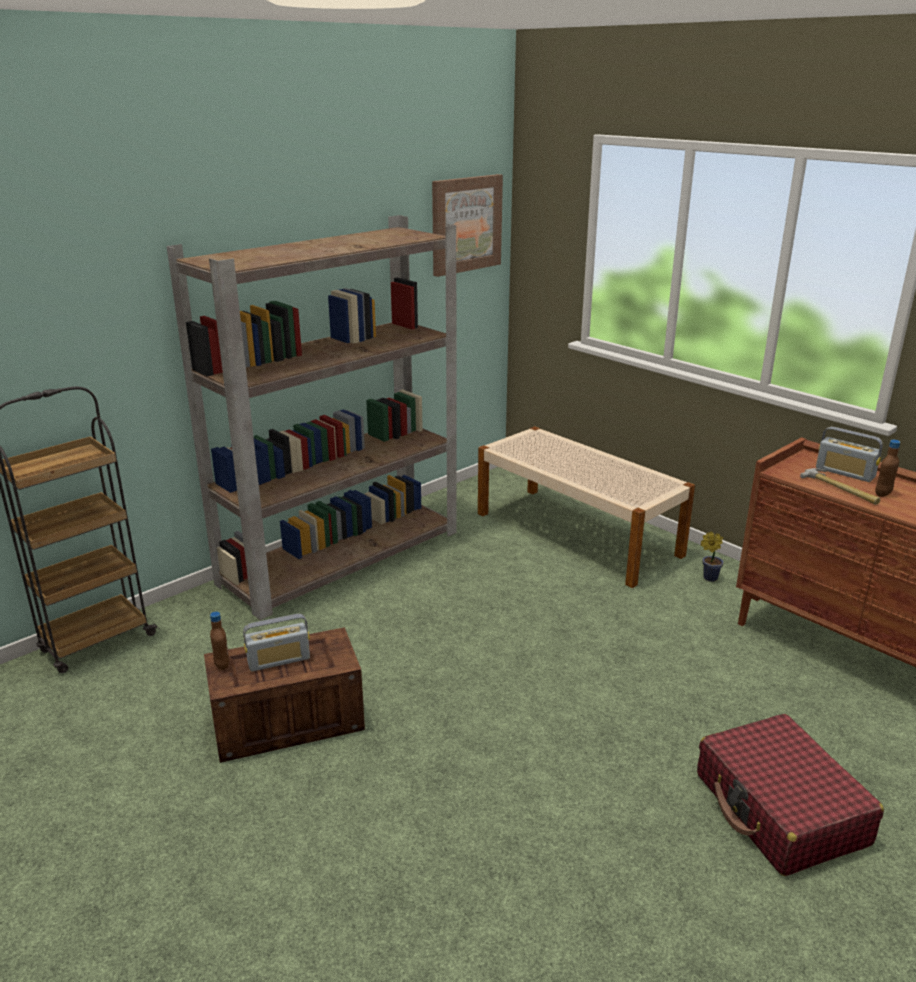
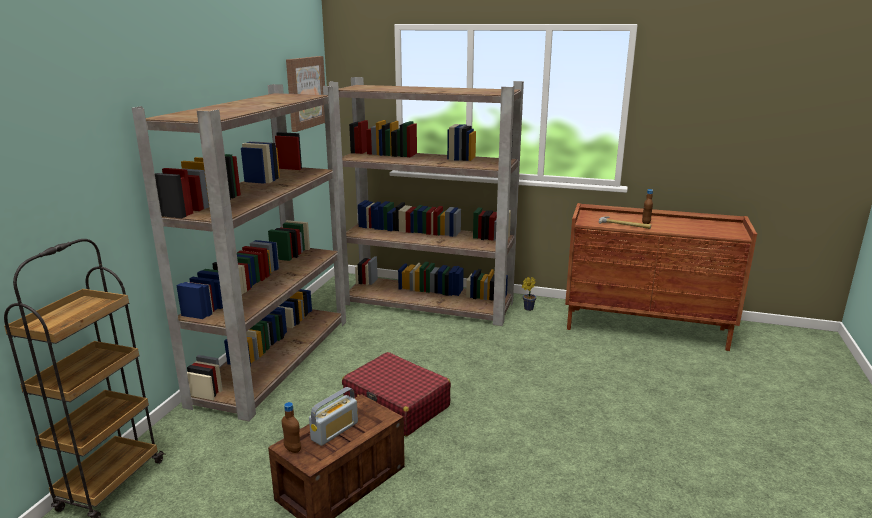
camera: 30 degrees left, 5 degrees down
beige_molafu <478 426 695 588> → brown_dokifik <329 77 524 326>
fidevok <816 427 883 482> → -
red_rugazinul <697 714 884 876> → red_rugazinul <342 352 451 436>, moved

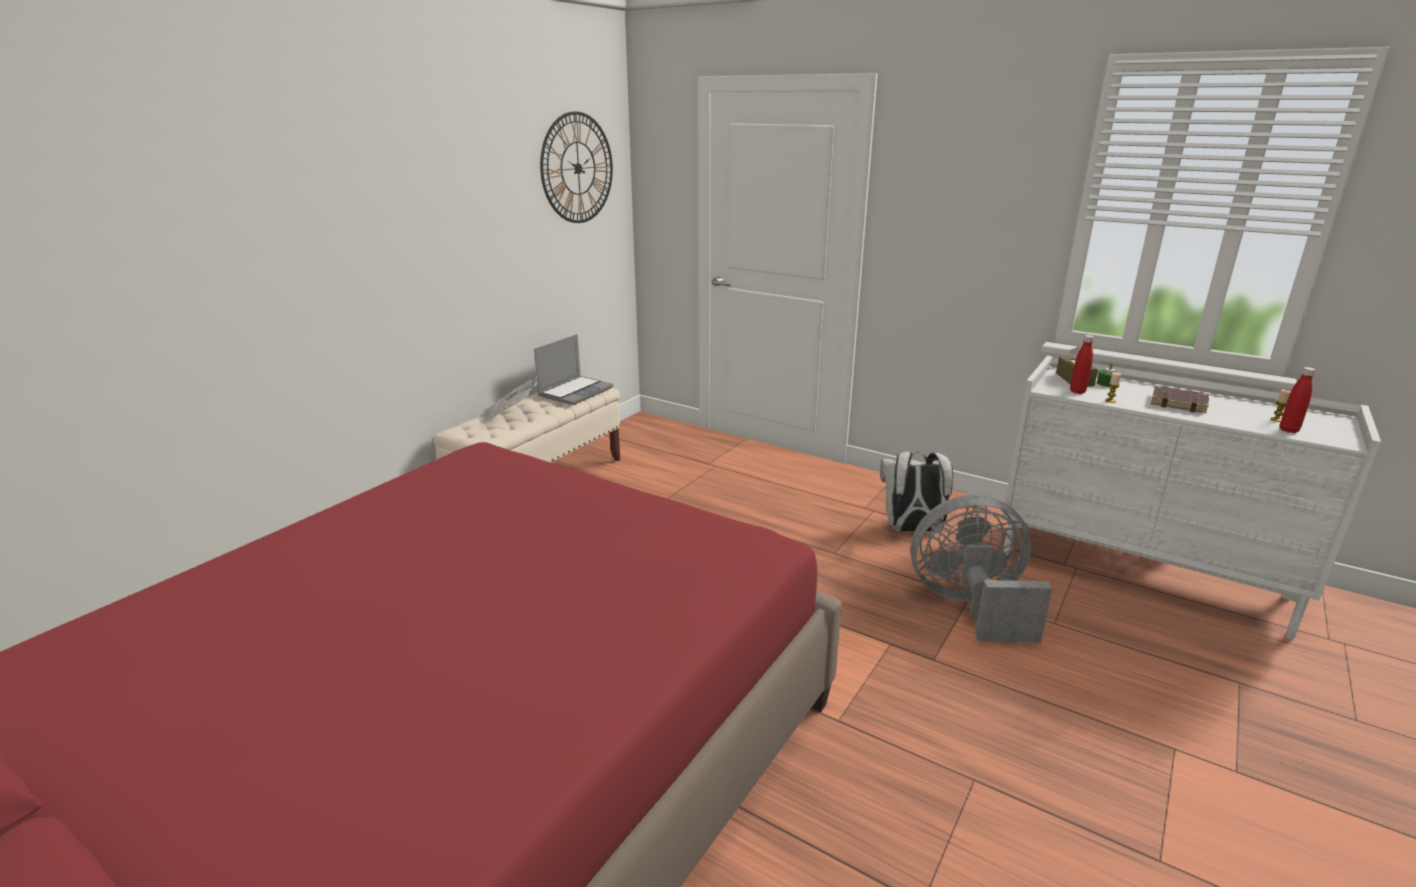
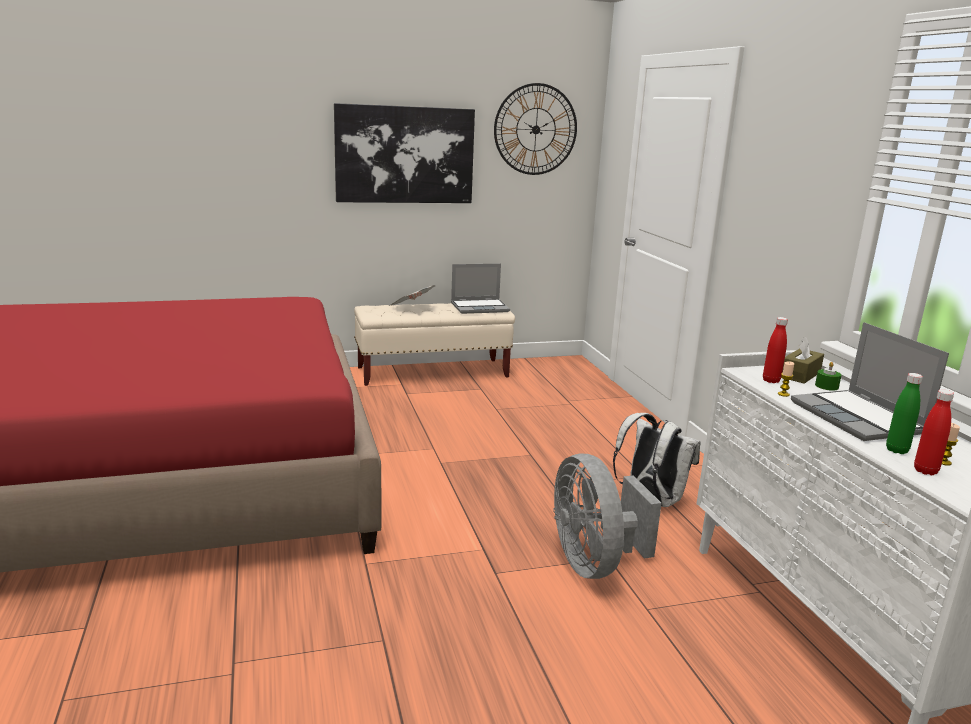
camera: 40 degrees right, 5 degrees down
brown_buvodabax <1151 386 1209 413> → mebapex <791 322 949 441>
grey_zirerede <911 495 1053 643> → grey_zirerede <553 454 662 579>, 150 degrees counterclockwise
- → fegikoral <334 103 475 203>
- → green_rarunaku <886 373 923 454>

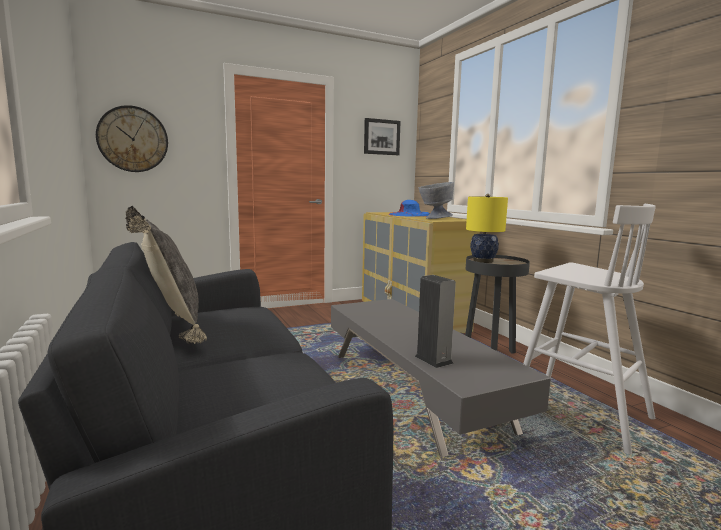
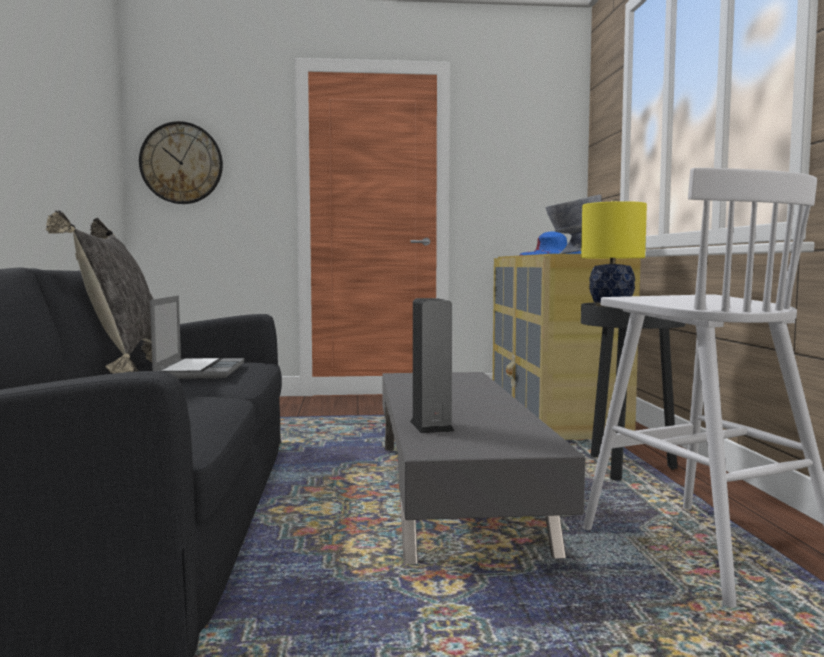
camera: 20 degrees right, 5 degrees down
fegikoral <364 118 401 155> → -
- → mebapex <150 295 244 379>

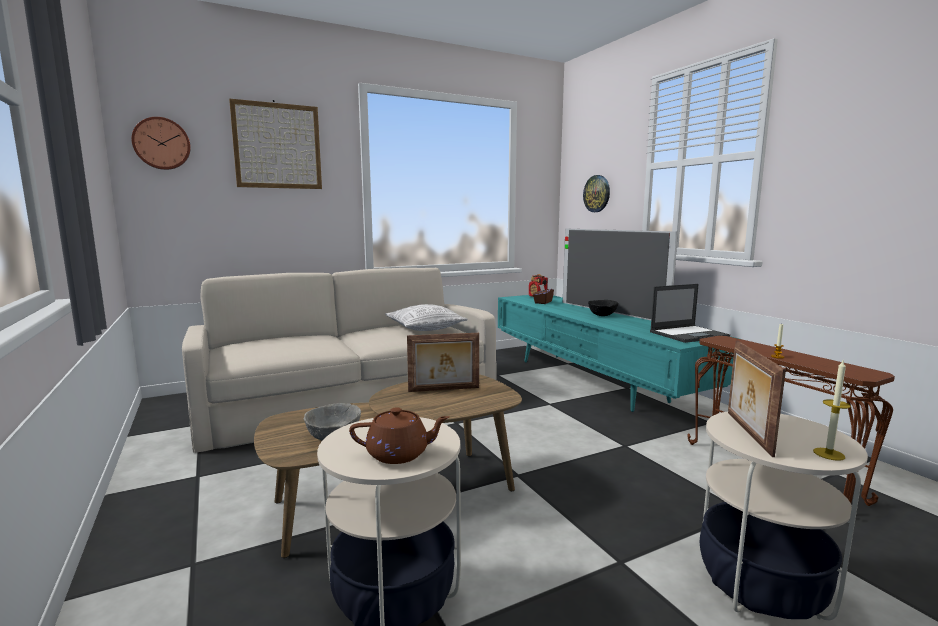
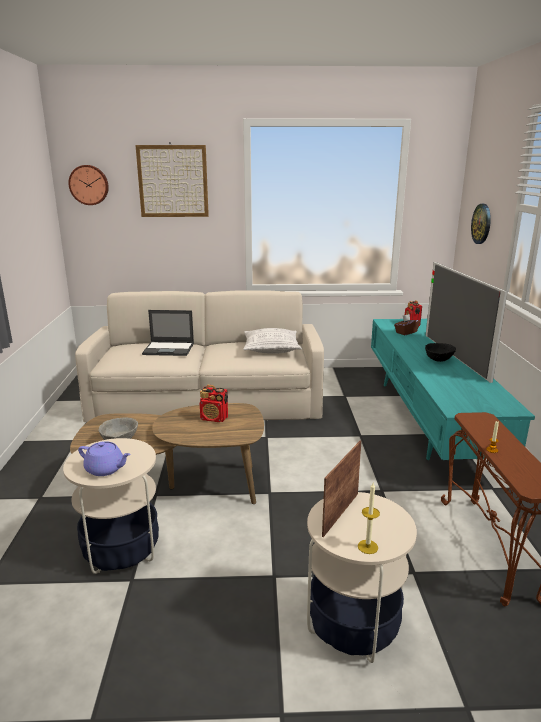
camera: 25 degrees right, 10 degrees up
mebapex <650 284 730 343> → mebapex <142 310 194 356>, moved
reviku <407 333 479 392> → fidevok <200 385 228 422>
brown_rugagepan <349 407 449 464> → purple_rugagepan <78 442 131 476>

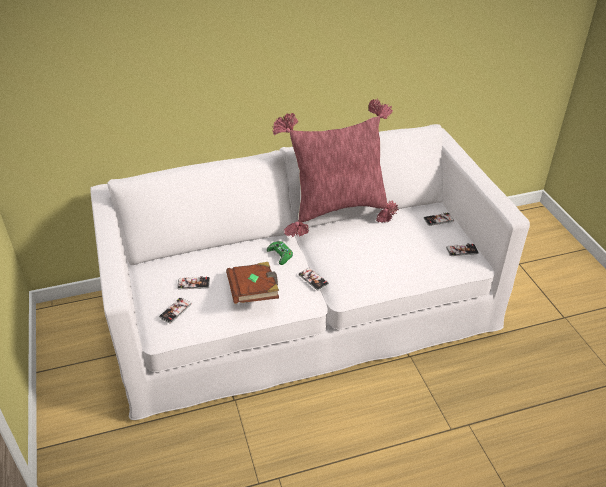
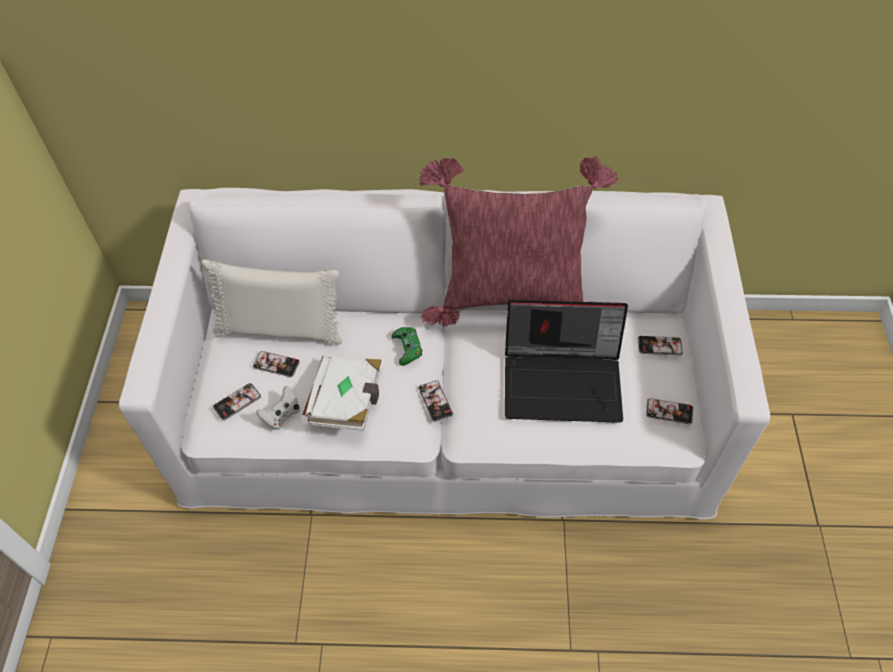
camera: 20 degrees right, 15 degrees up
brown_buvodabax <226 262 279 304> → white_buvodabax <300 355 382 431>
- → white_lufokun <201 260 342 345>
- → mebapex <505 300 628 423>
- → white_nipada <256 386 300 430>

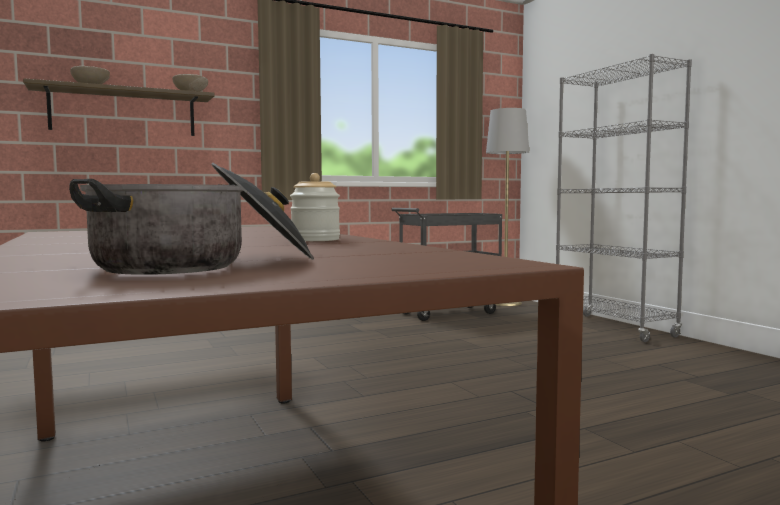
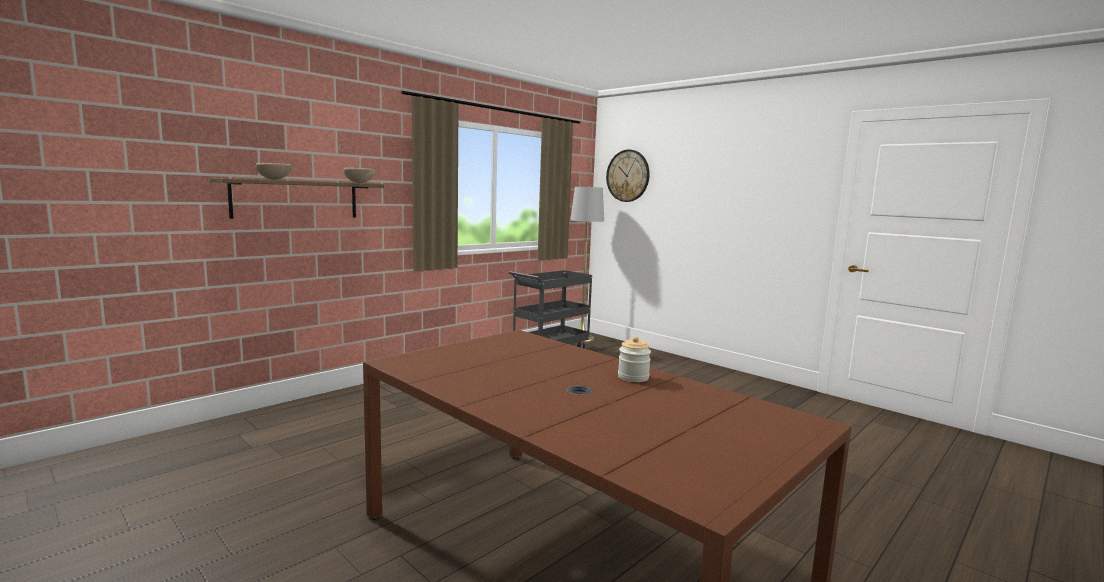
camera: 20 degrees left, 5 degrees up
grey_dokifik <556 54 692 342> → -
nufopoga <69 163 314 275> → -
- → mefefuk <606 150 650 202>

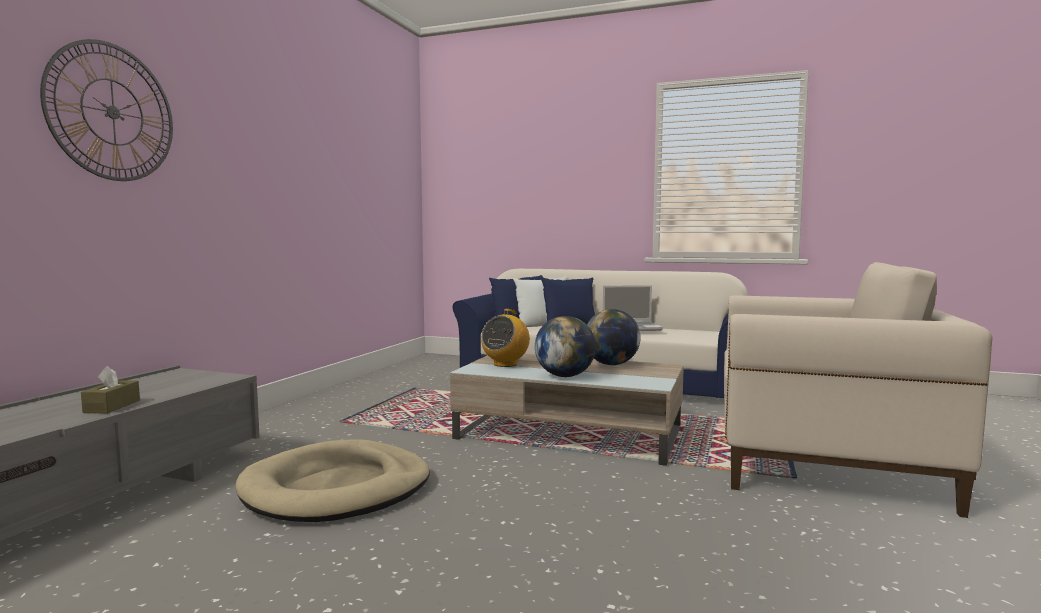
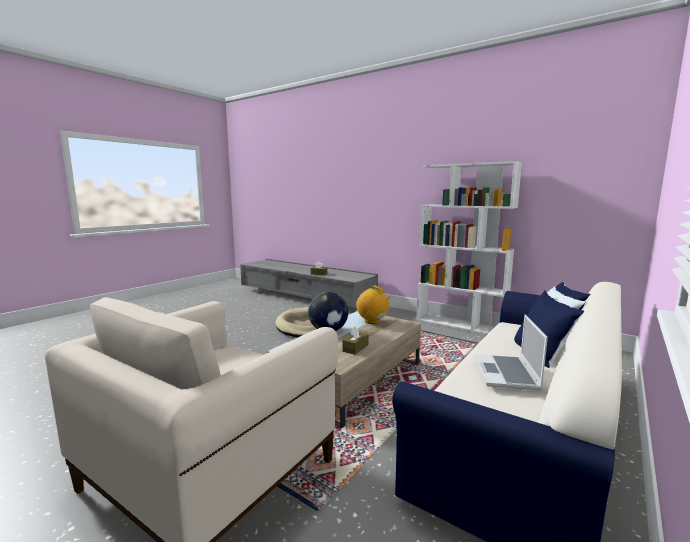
camera: 105 degrees right, 5 degrees up
mefefuk <40 39 173 181> → -
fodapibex <587 309 641 365> → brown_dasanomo <342 326 368 355>
- → white_dokifik <416 161 522 335>

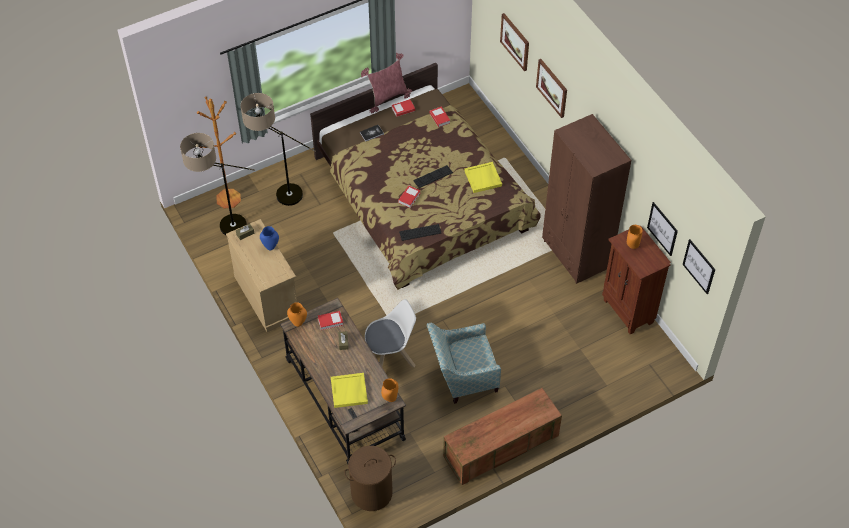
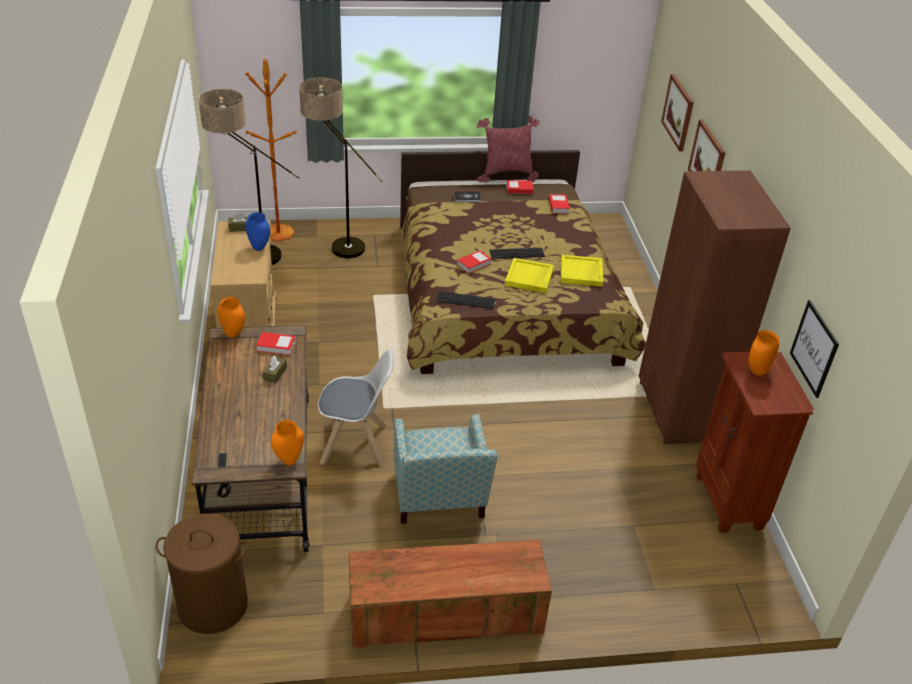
camera: 20 degrees right, 15 degrees down
fegikoral <682 239 715 294> → -
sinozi <426 323 501 404> → sinozi <394 414 497 524>, 105 degrees counterclockwise
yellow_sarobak <331 373 368 408> → yellow_sarobak <505 258 554 293>, moved

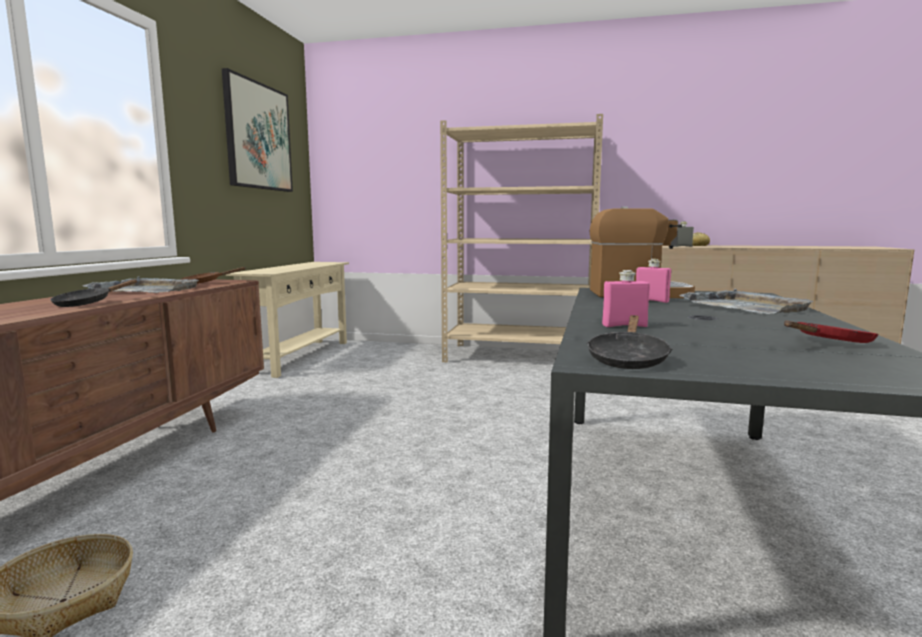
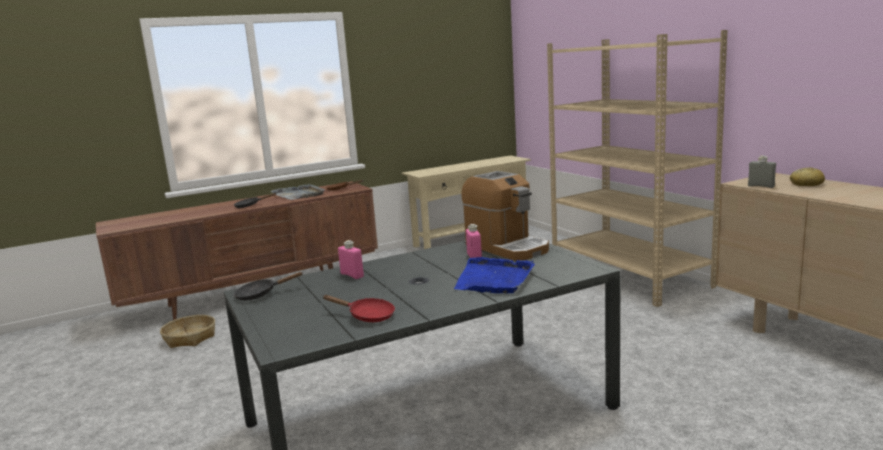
camera: 50 degrees right, 5 degrees up
fegikoral <222 68 293 192> → -
grey_sarobak <679 289 814 314> → blue_sarobak <454 257 535 293>

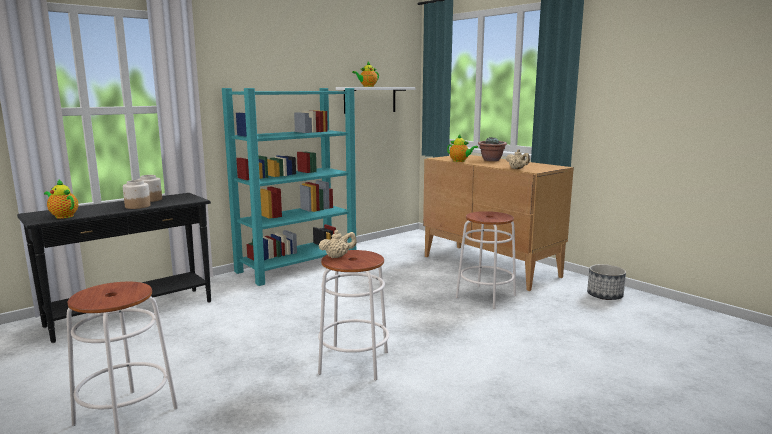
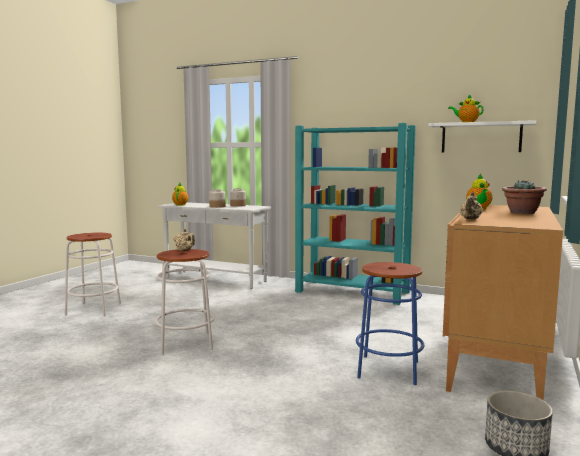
camera: 65 degrees right, 5 degrees down
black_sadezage <17 193 211 343> → white_sadezage <158 202 271 289>
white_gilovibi <456 211 516 309> → blue_gilovibi <356 262 424 385>

